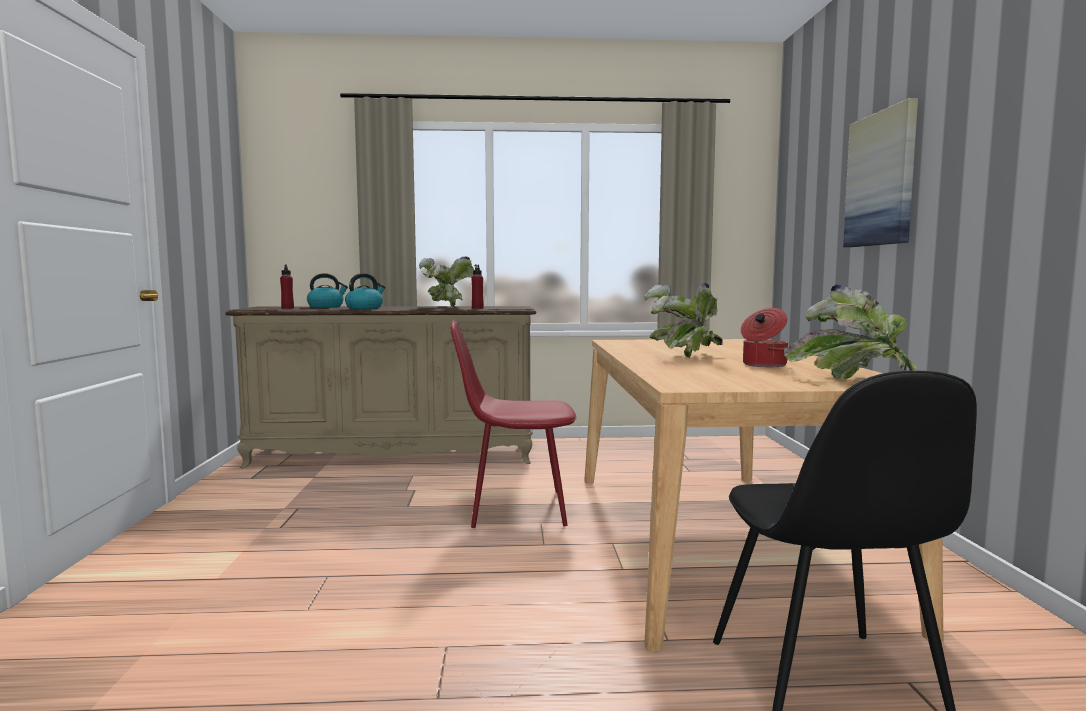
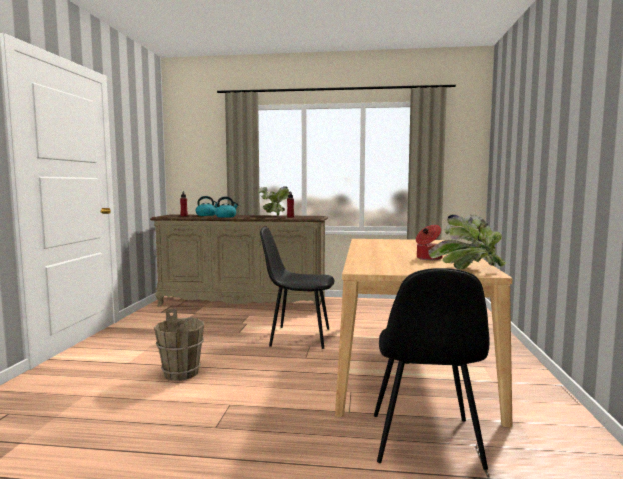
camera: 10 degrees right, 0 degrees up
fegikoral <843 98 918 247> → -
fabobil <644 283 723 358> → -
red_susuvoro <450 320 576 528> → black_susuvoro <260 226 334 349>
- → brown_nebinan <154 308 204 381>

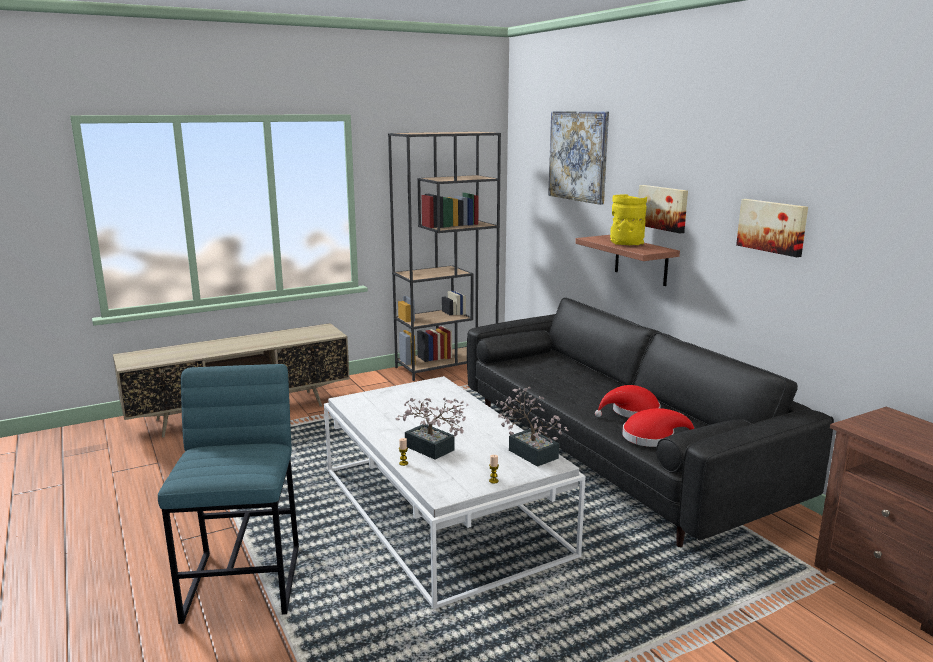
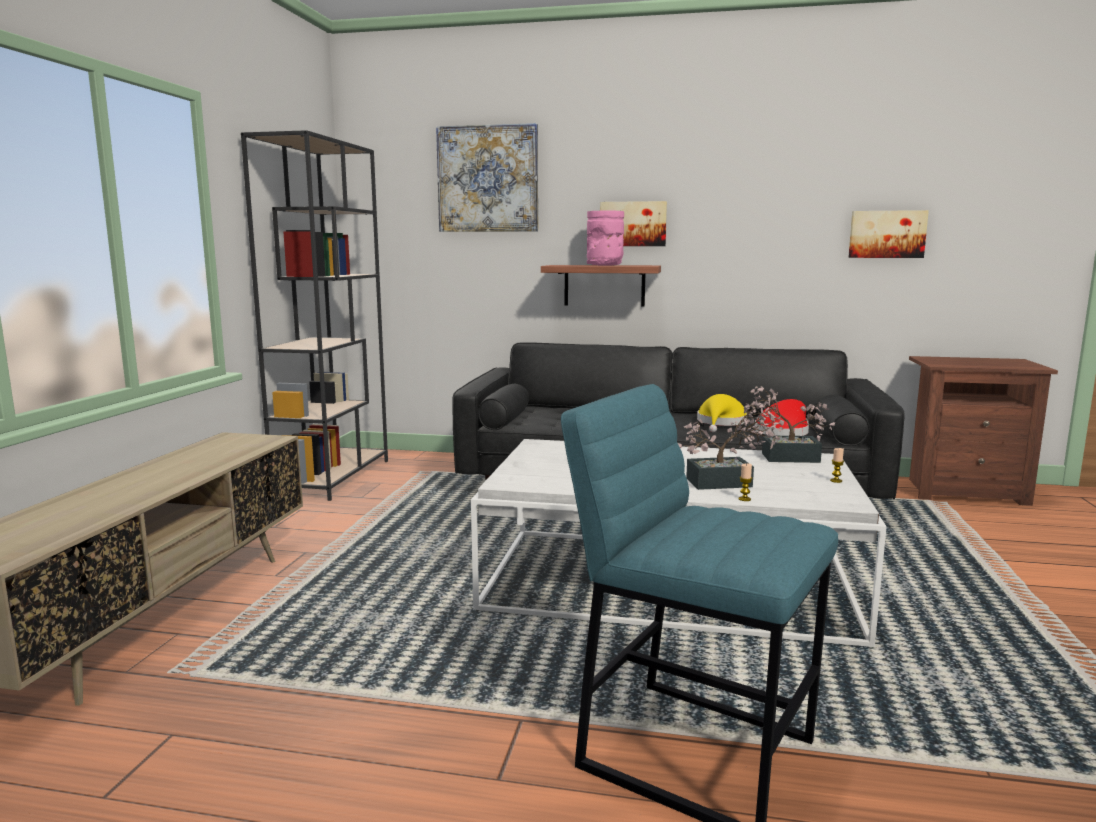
camera: 50 degrees left, 5 degrees down
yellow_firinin <610 194 647 245> → pink_firinin <587 211 624 266>
fegikoral <736 199 808 257> → fegikoral <848 210 929 258>, moved
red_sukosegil <595 385 661 418> → yellow_sukosegil <697 394 747 432>

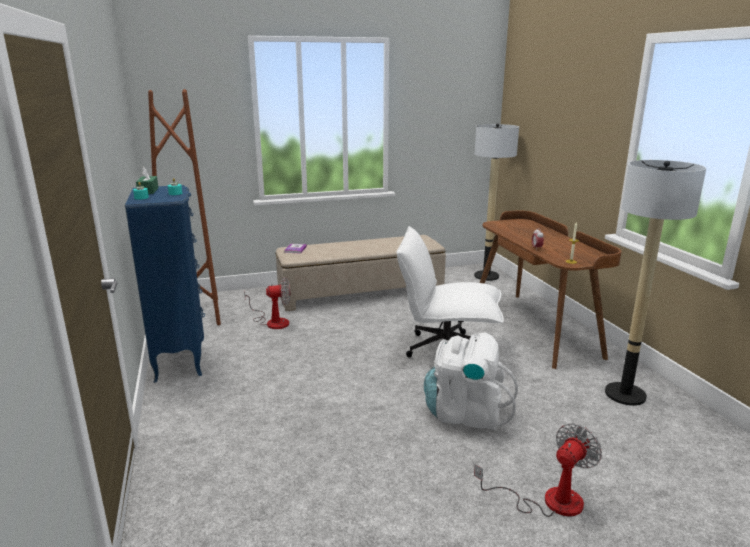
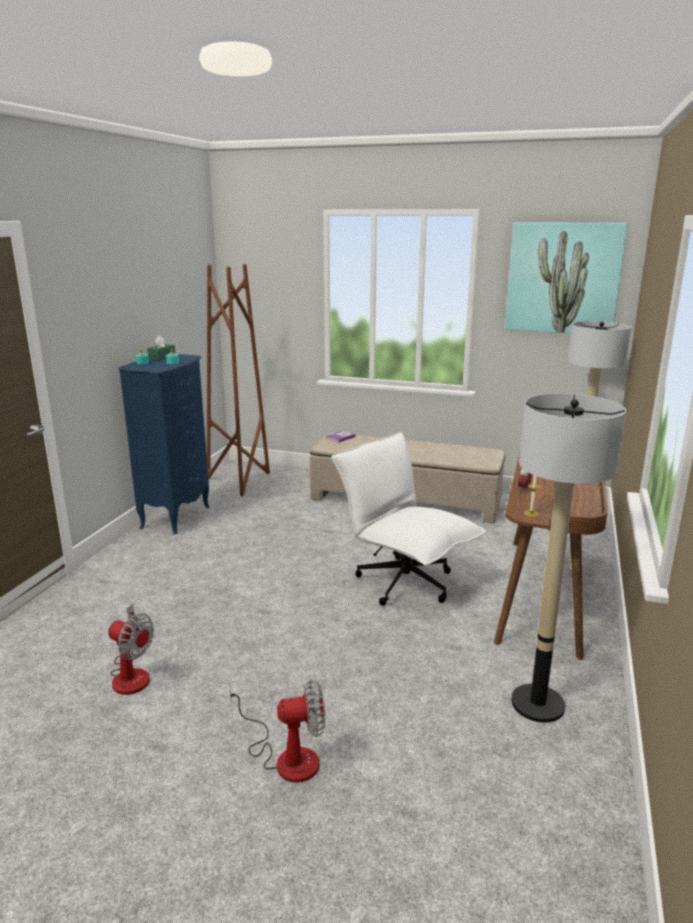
camera: 35 degrees right, 0 degrees up
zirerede <244 277 291 329> → zirerede <108 604 154 695>, moved
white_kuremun <424 333 518 430> → -
- → fegikoral <505 222 628 333>

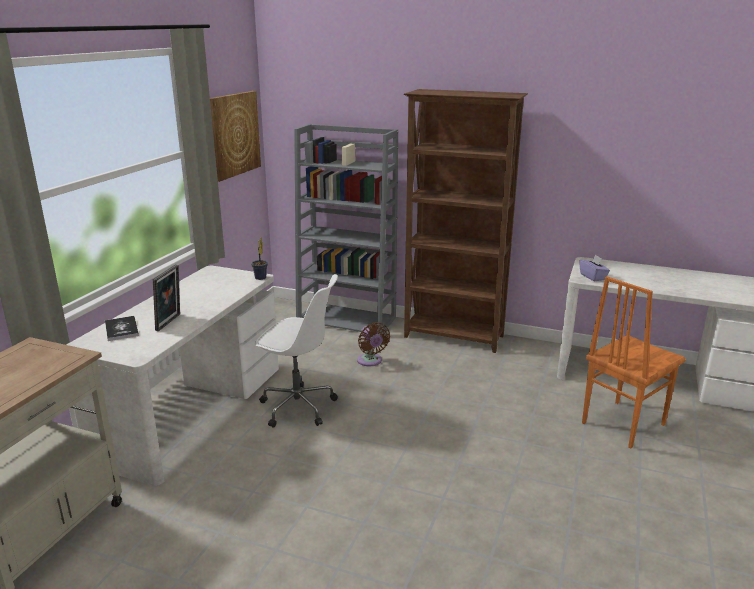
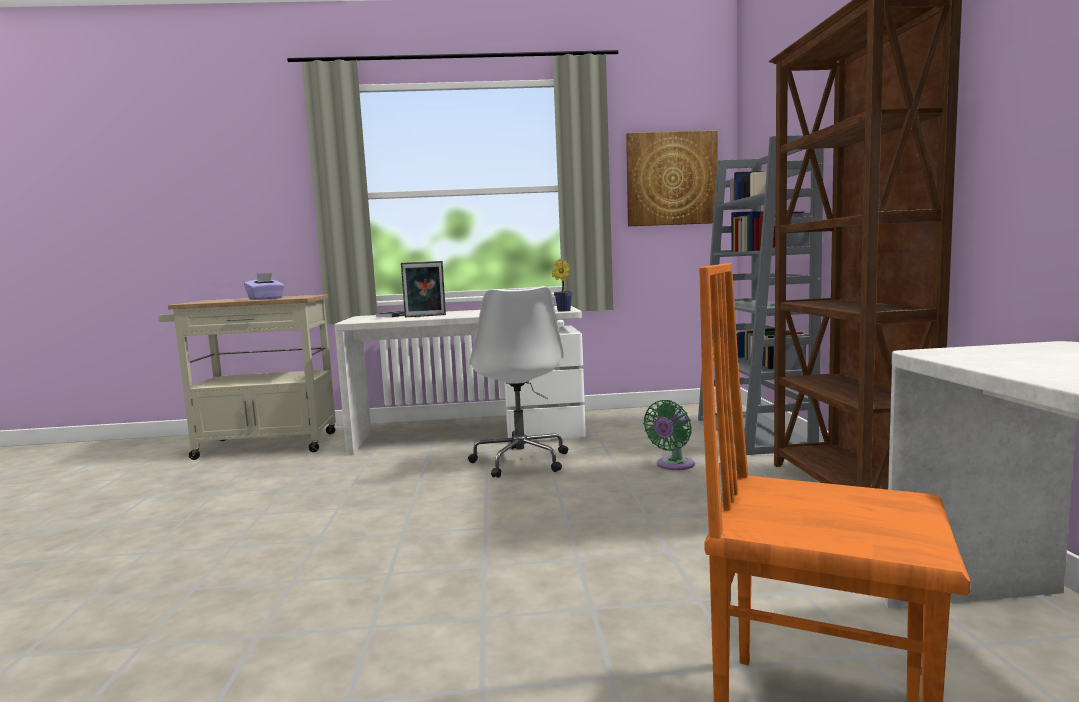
camera: 65 degrees right, 15 degrees down
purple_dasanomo <579 255 610 282> → purple_dasanomo <244 273 284 300>, moved
brown_zirerede <357 322 390 366> → green_zirerede <643 400 695 470>

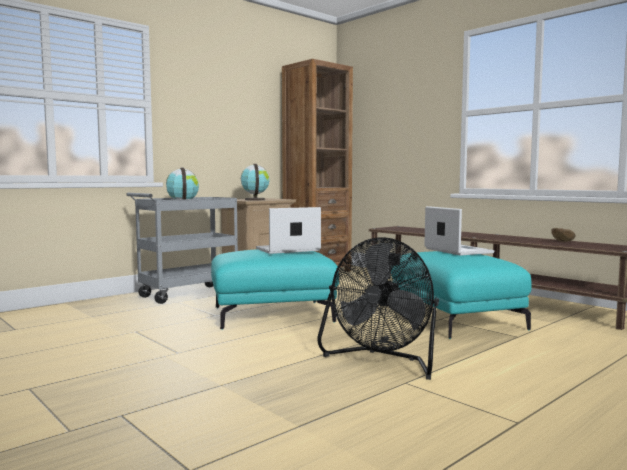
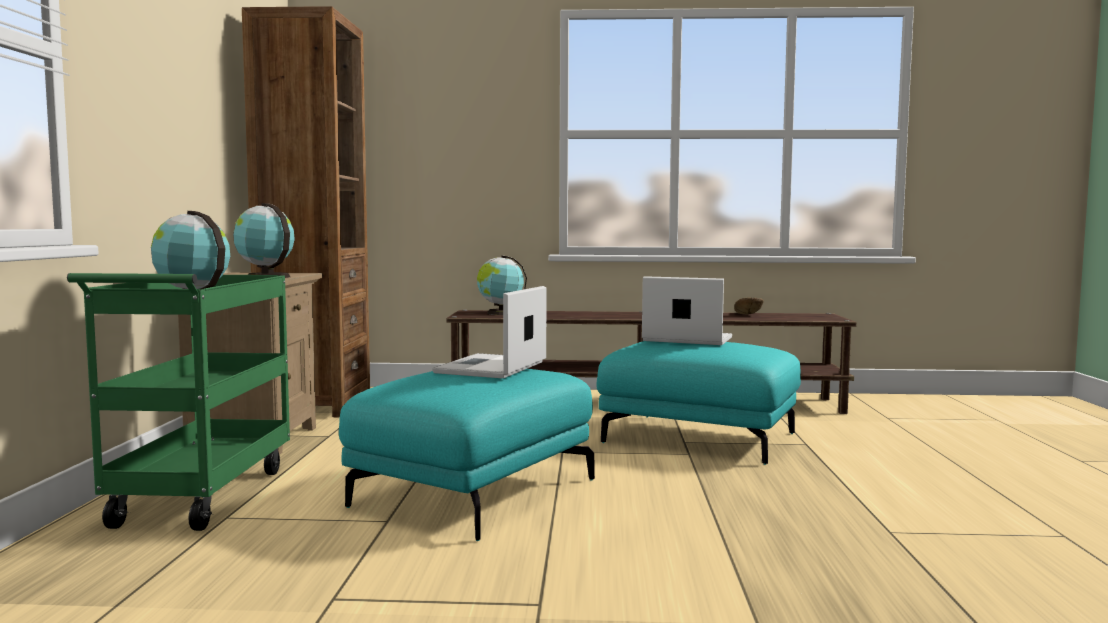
camera: 45 degrees left, 0 degrees up
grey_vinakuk <126 193 238 304> → green_vinakuk <67 273 290 531>
black_zirerede <317 237 439 380> → -
- → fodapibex <477 256 527 315>

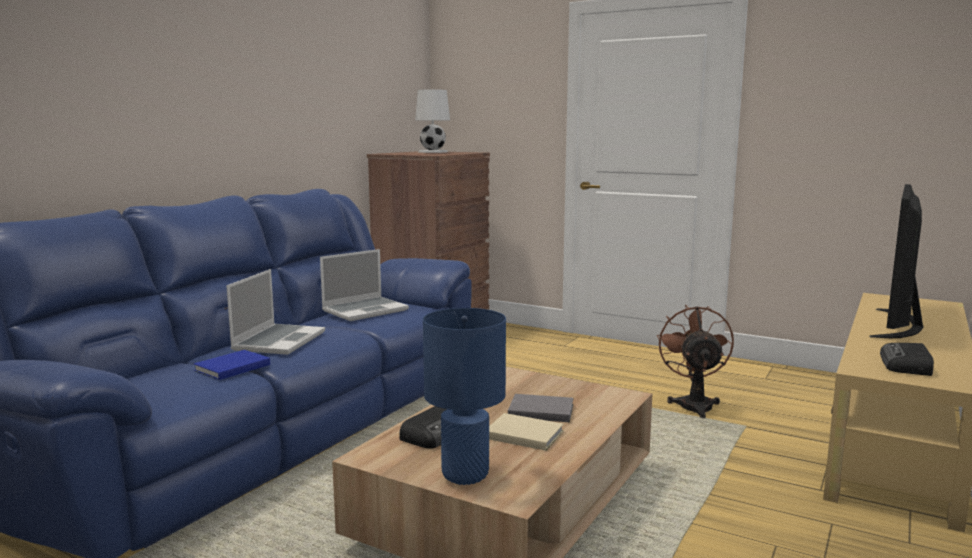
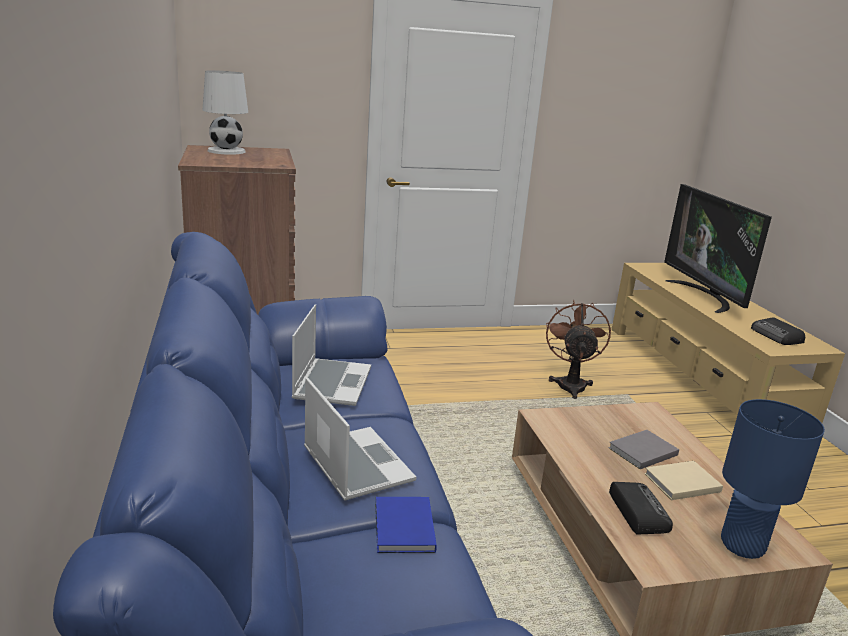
camera: 45 degrees left, 10 degrees up
brown_zirerede <657 305 734 418> → brown_zirerede <546 300 611 399>, 45 degrees clockwise

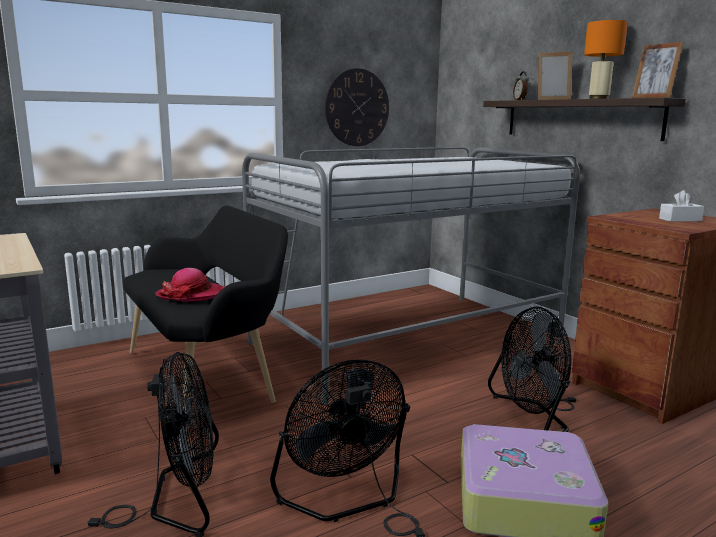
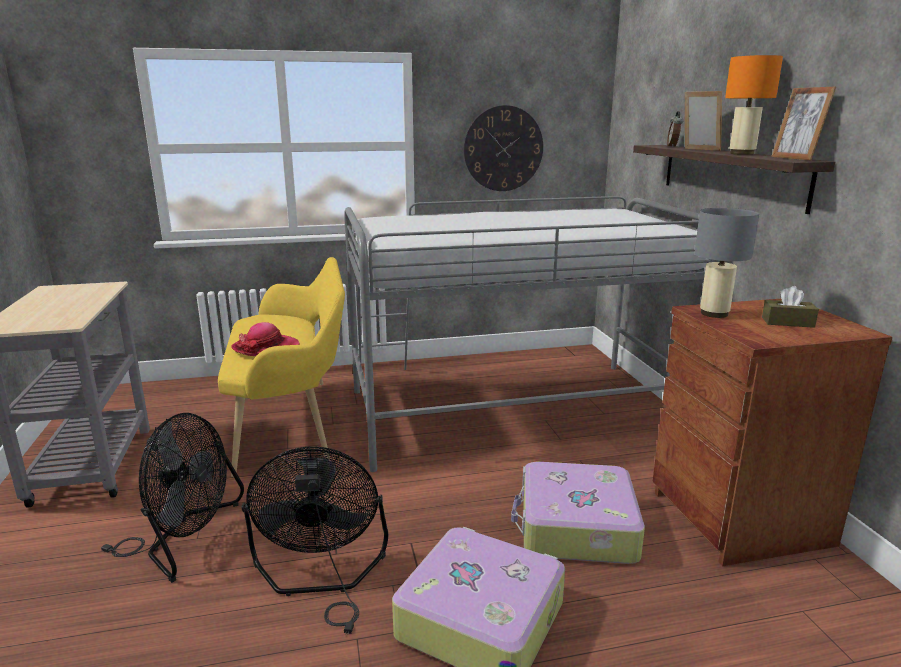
camera: 20 degrees right, 5 degrees up
white_dasanomo <659 190 704 222> → brown_dasanomo <762 286 819 328>
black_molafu <123 206 288 430> → yellow_molafu <218 257 345 478>
black_zirerede <488 307 577 432> → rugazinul <511 462 645 564>
- → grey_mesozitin <695 208 759 318>

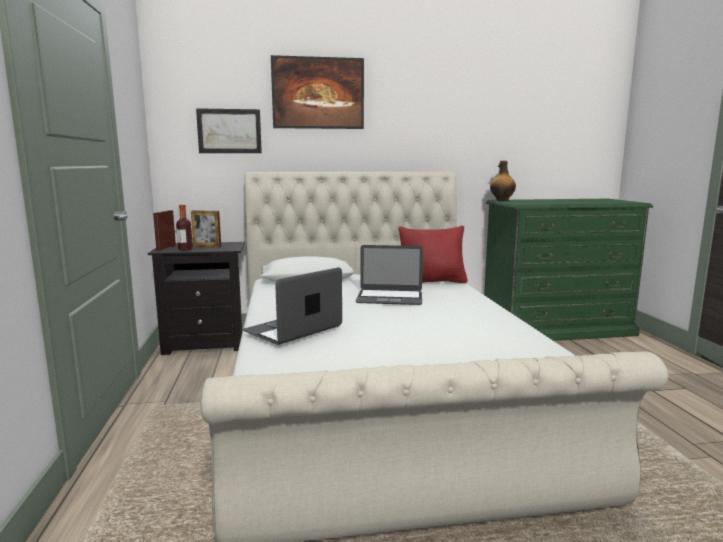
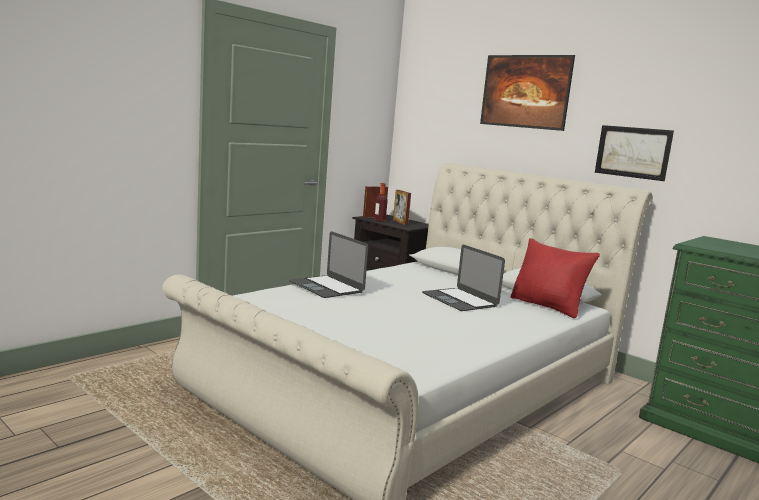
camera: 50 degrees right, 0 degrees up
fegikoral <196 108 262 153> → fegikoral <595 125 674 181>, moved
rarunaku <490 161 516 201> → -
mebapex <243 267 342 345> → mebapex <289 231 368 298>, 135 degrees counterclockwise

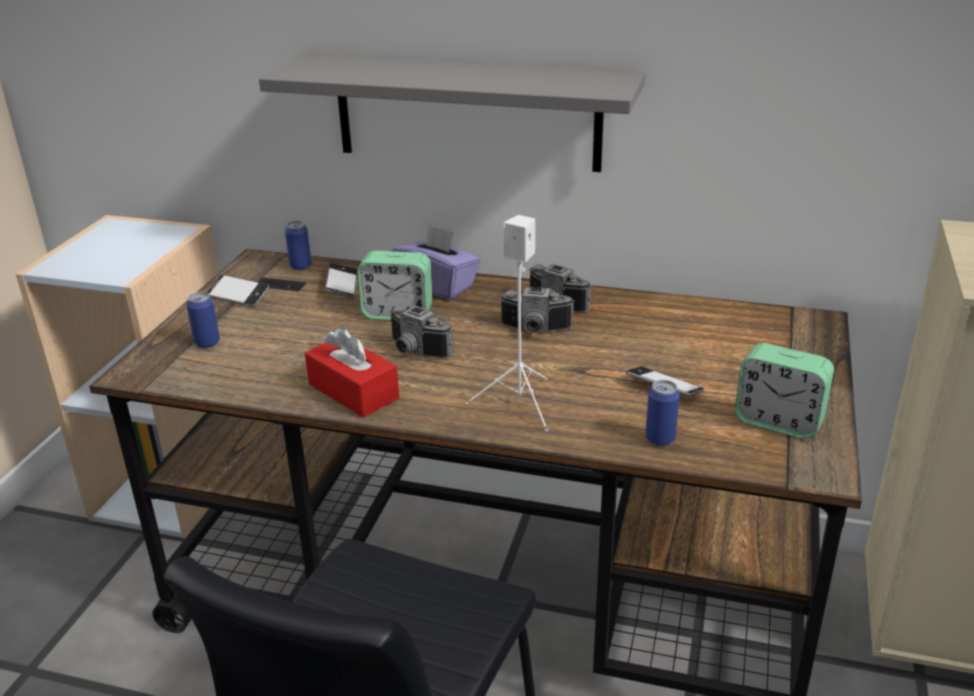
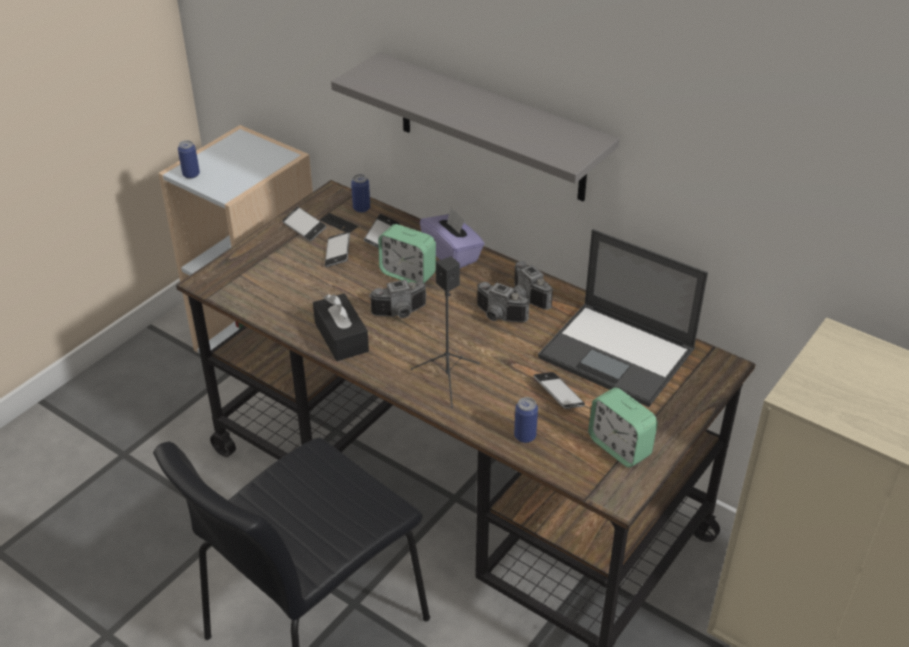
camera: 20 degrees right, 10 degrees up
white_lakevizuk <466 215 548 431> → black_lakevizuk <411 256 480 408>
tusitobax <186 292 220 348> → tusitobax <178 140 200 179>, moved
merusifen <390 306 453 358> → merusifen <370 280 427 318>, 75 degrees counterclockwise
red_dasanomo <305 327 399 417> → black_dasanomo <313 293 369 361>
- → mebapex <538 229 708 407>
- → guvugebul <325 232 350 267>

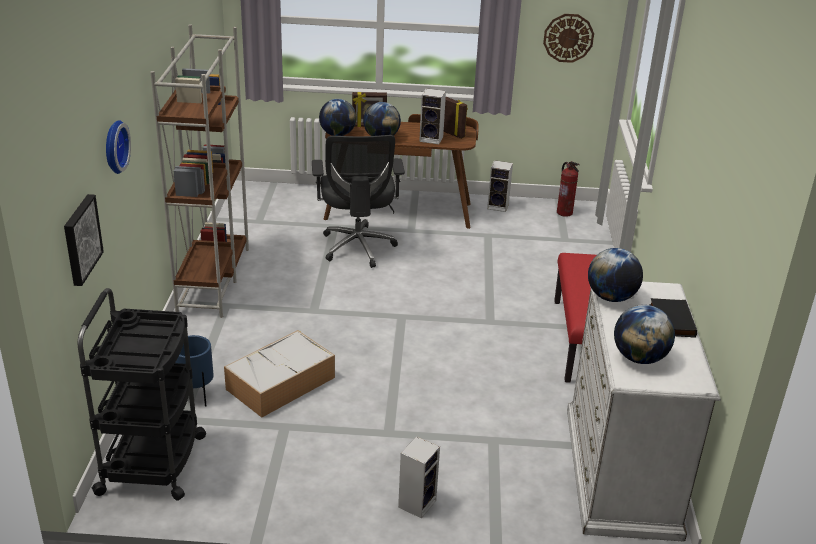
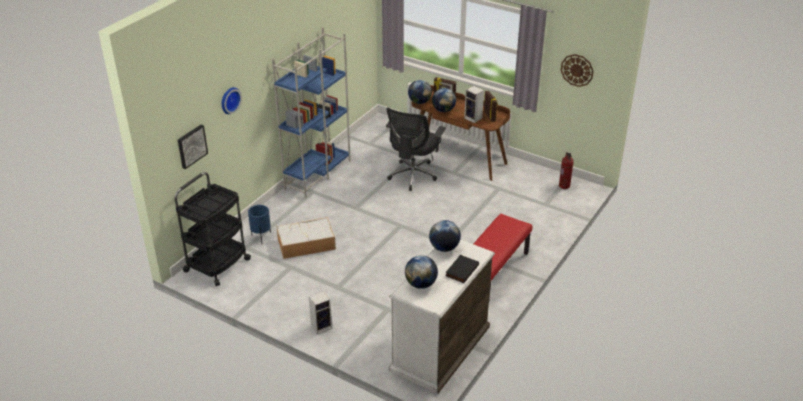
camera: 30 degrees right, 5 degrees up
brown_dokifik <151 24 249 318> → blue_dokifik <272 27 351 198>
lakevizuk <487 160 513 212> → -

